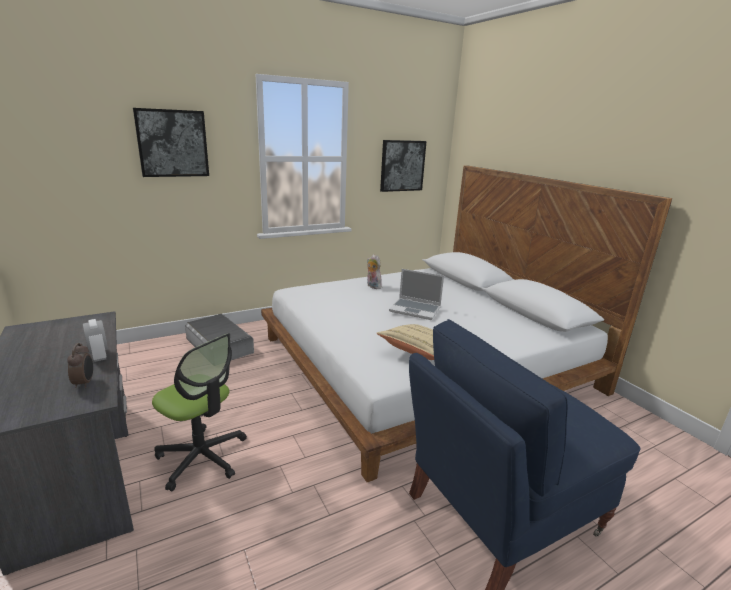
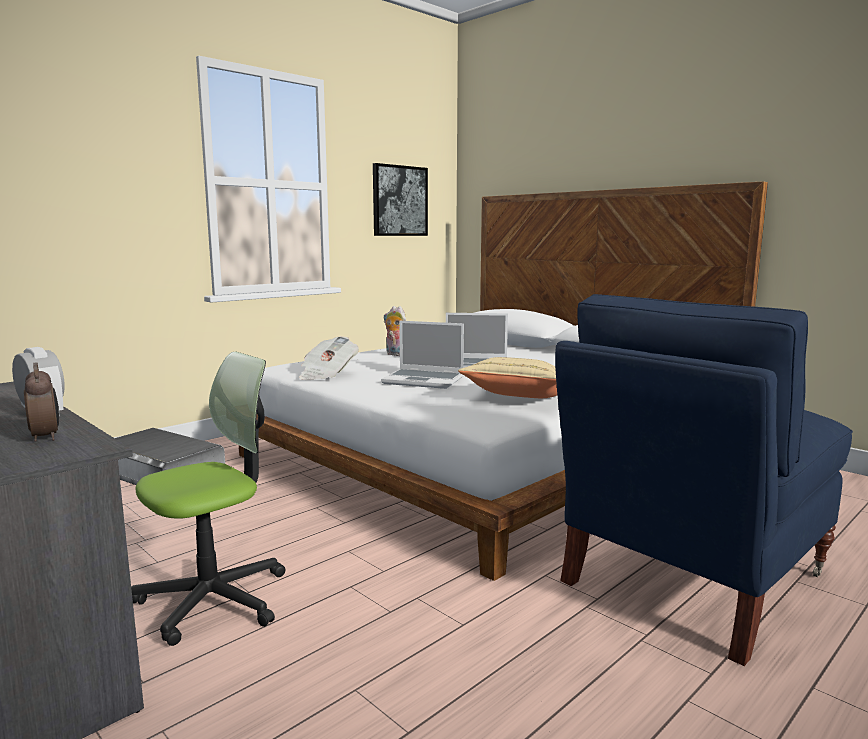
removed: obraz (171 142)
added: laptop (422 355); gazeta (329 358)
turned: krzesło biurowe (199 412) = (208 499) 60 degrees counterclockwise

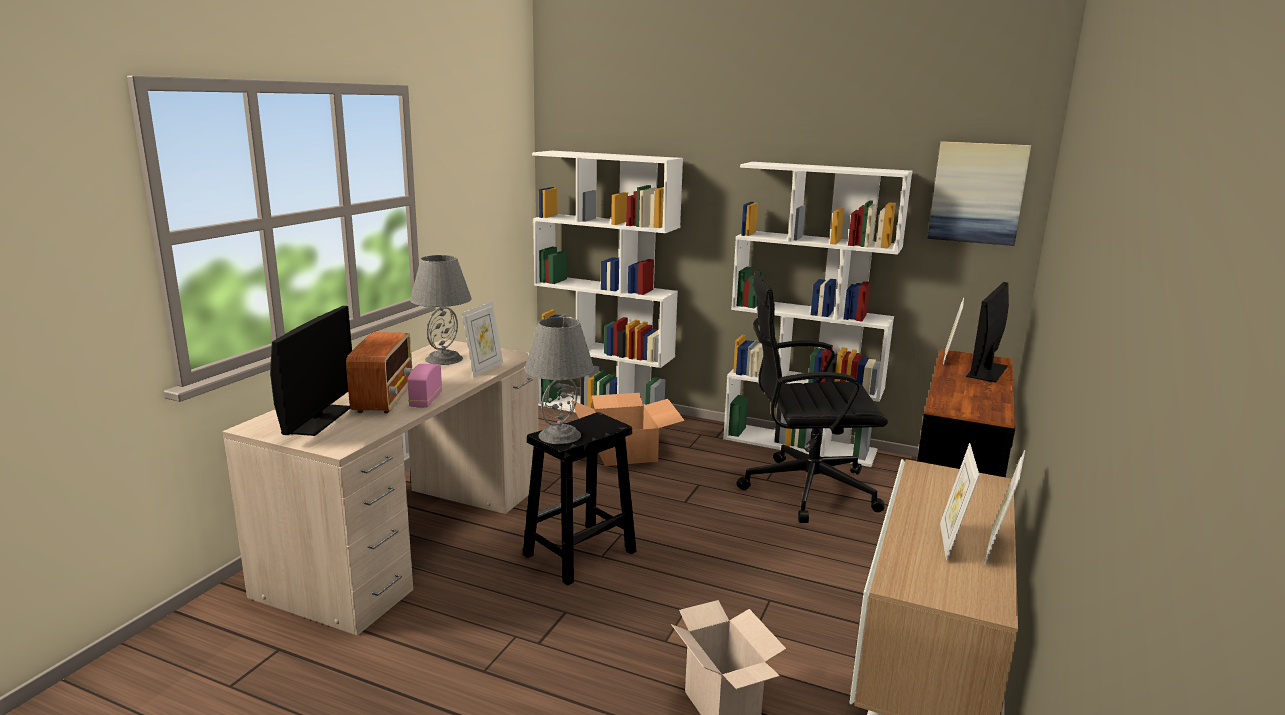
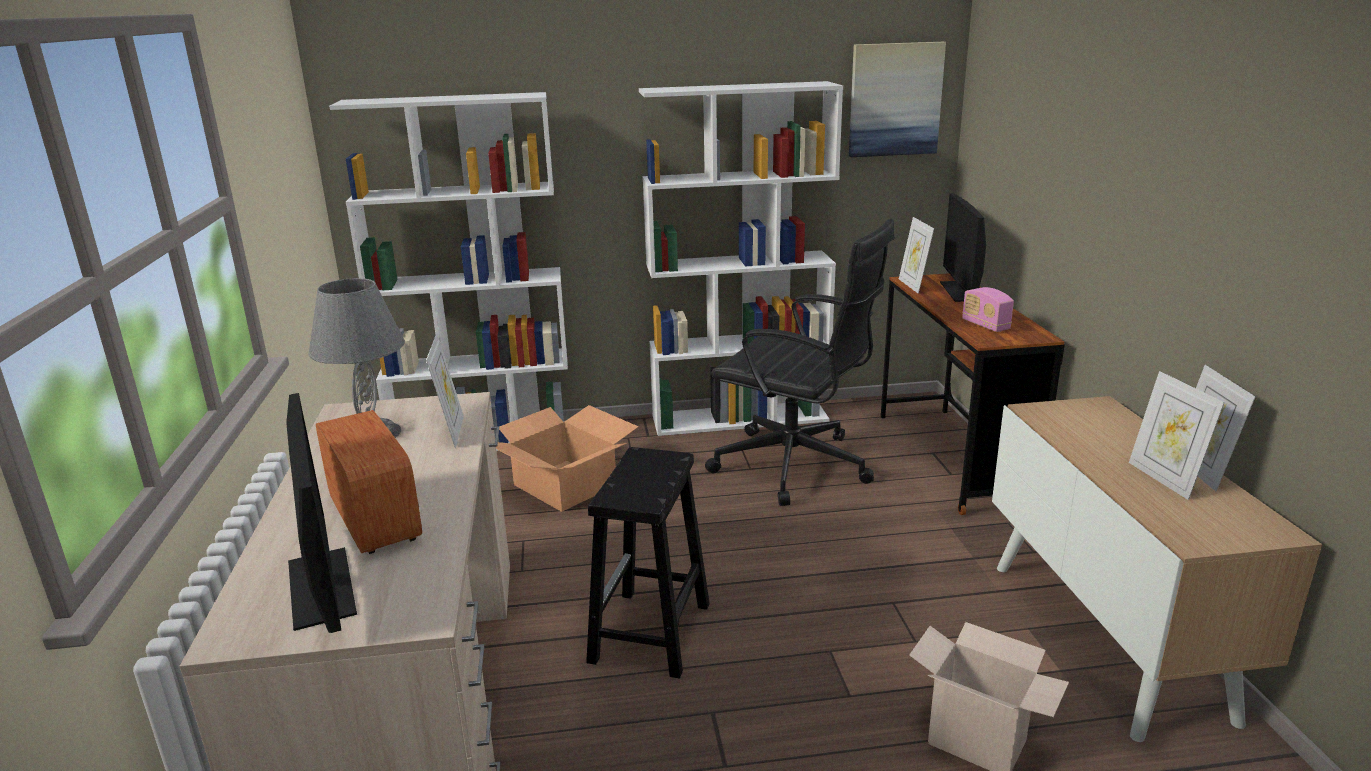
removed: lampa stołowa (szary) (559 380)
moved: radio (424 386) to (988 309)
turned: krzesło biurowe (czarny) (812 396) = (799 362) 120 degrees counterclockwise

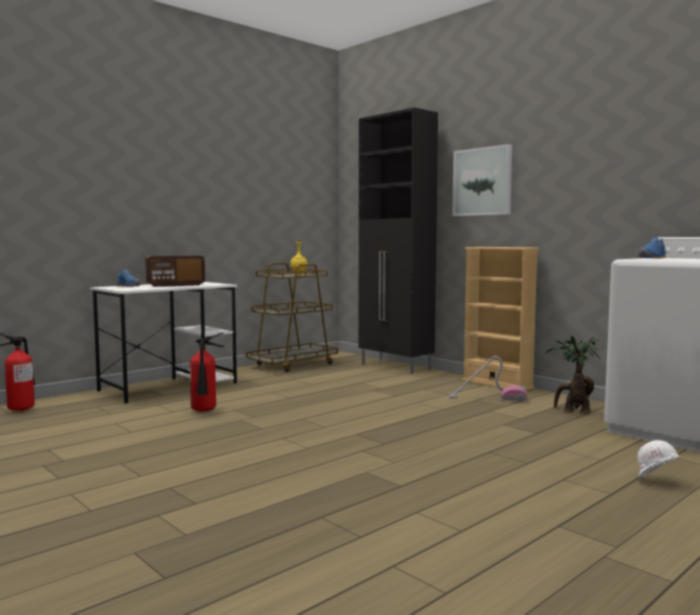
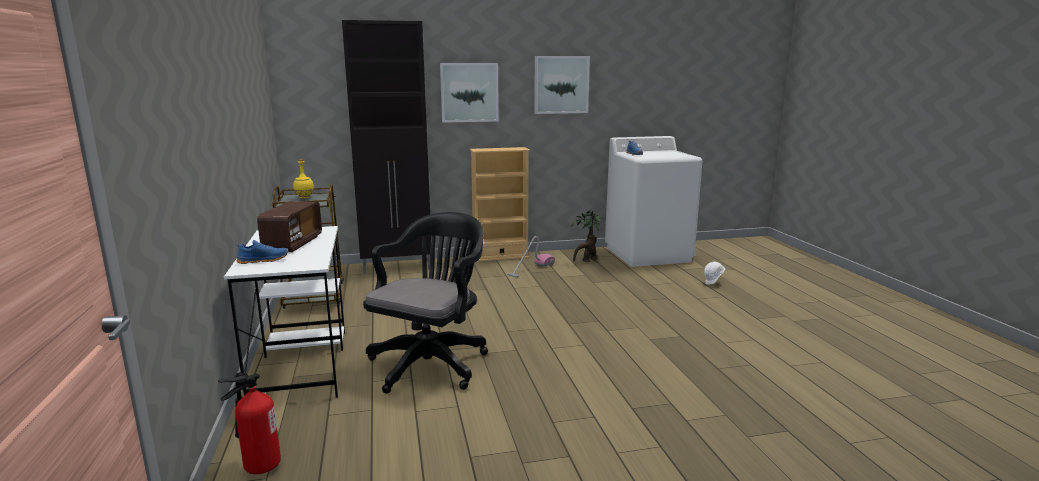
added: obraz (562 85)
replaced: gaśnica (207 372) to krzesło biurowe (czarny) (425 303)

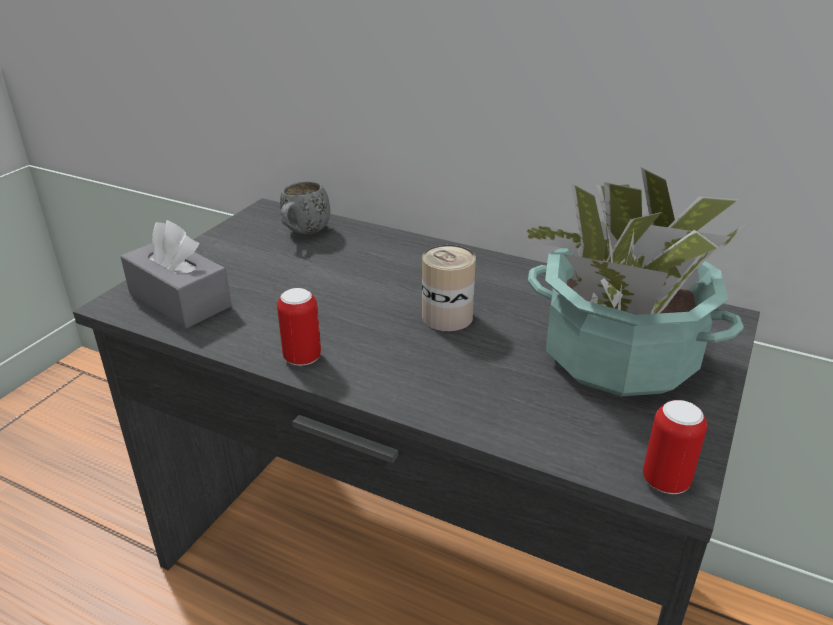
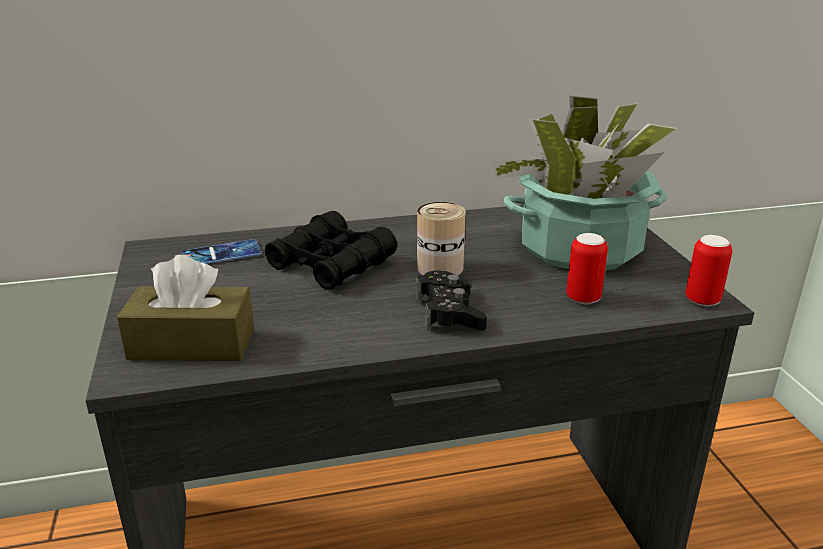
added: lornetka (czarny) (331 250); pad do gier (czarny) (451 300)
moved: puszka (299 327) to (587 268)
replaced: kubek (szary) (305 207) to telefon (221 251)
recoloured: pudełko chusteczek (szary) (176 274) to pudełko chusteczek (brązowy) (185 308)

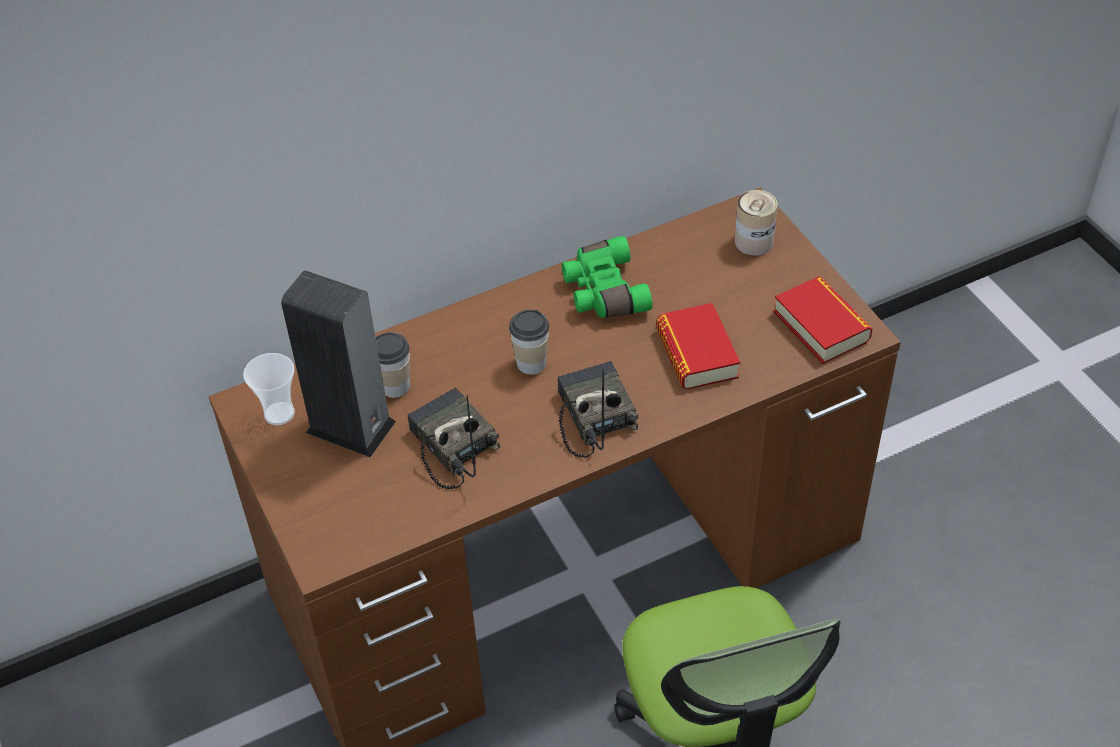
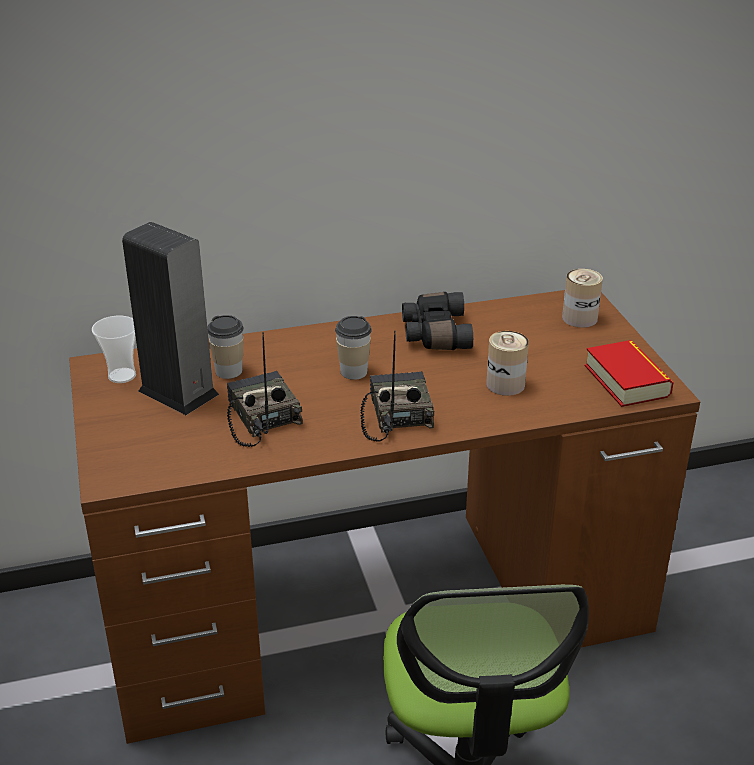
replaced: książka (698 346) to puszka (507 363)
recoloured: lornetka (zielony) (607 277) to lornetka (czarny) (437 321)

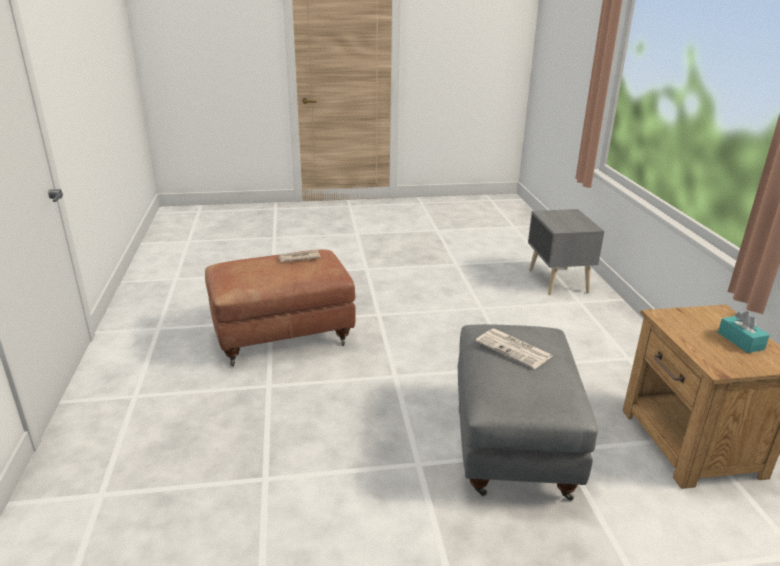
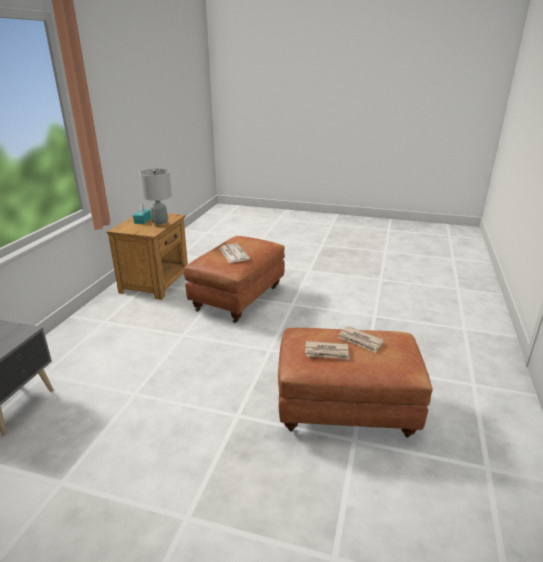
added: lampa stołowa (szary) (155 198); gazeta (361 339)
recoloured: pufa (szary) (528 412) to pufa (brązowy) (234 279)

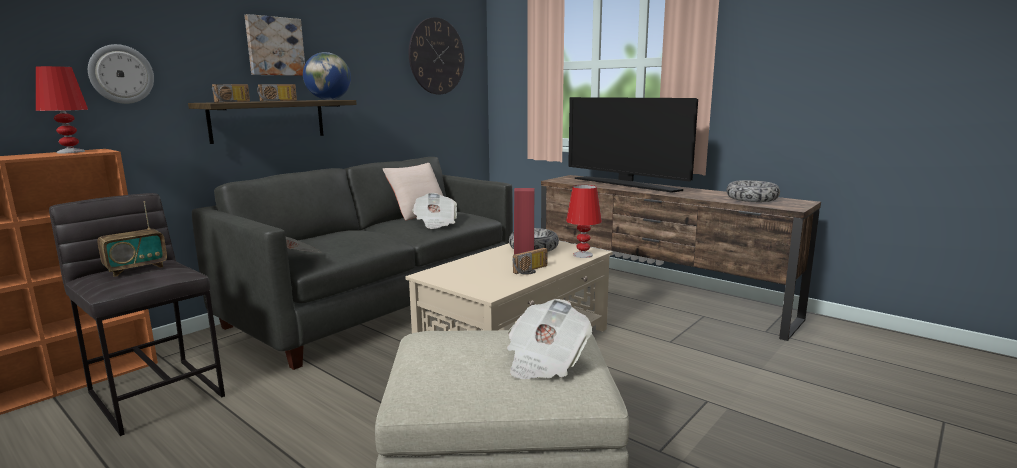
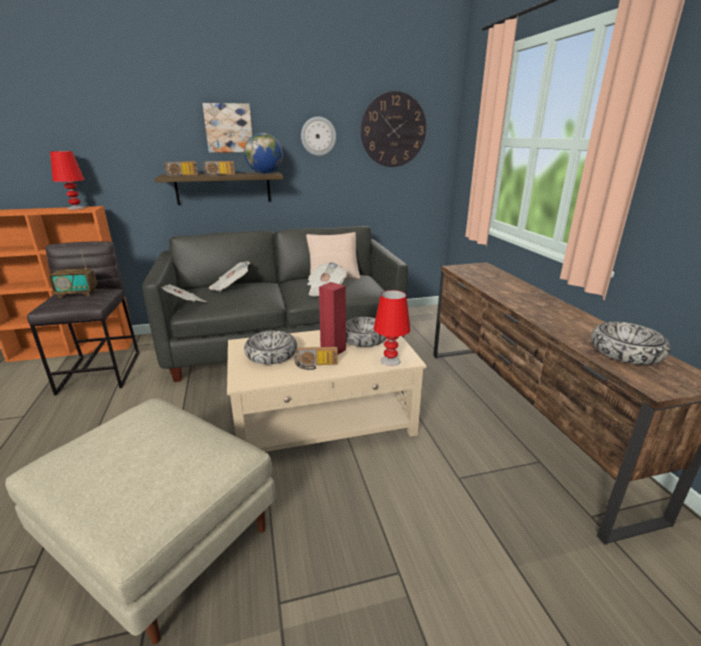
removed: telewizor (633 145)
added: miska (270 347)
moved: zegar ścienny (121 74) to (318 136); gazeta (549 339) to (229 276)

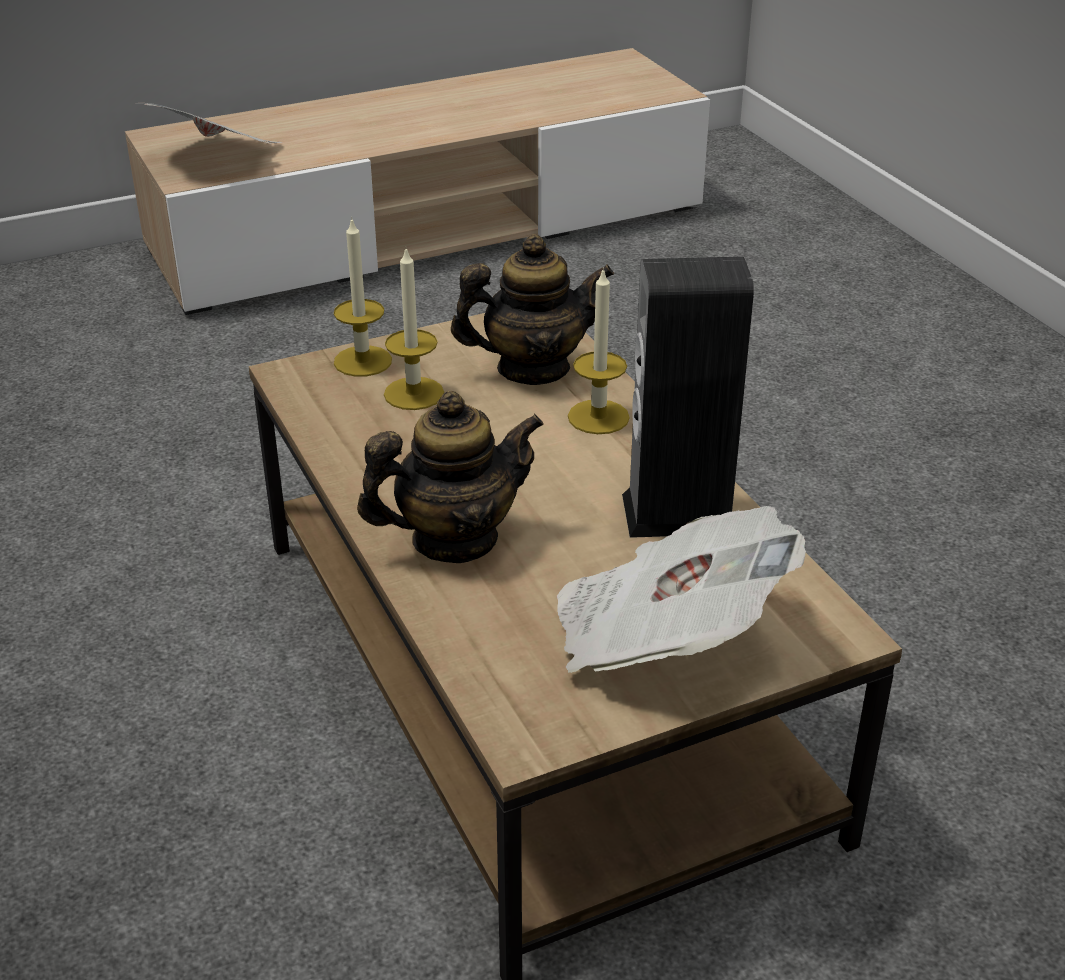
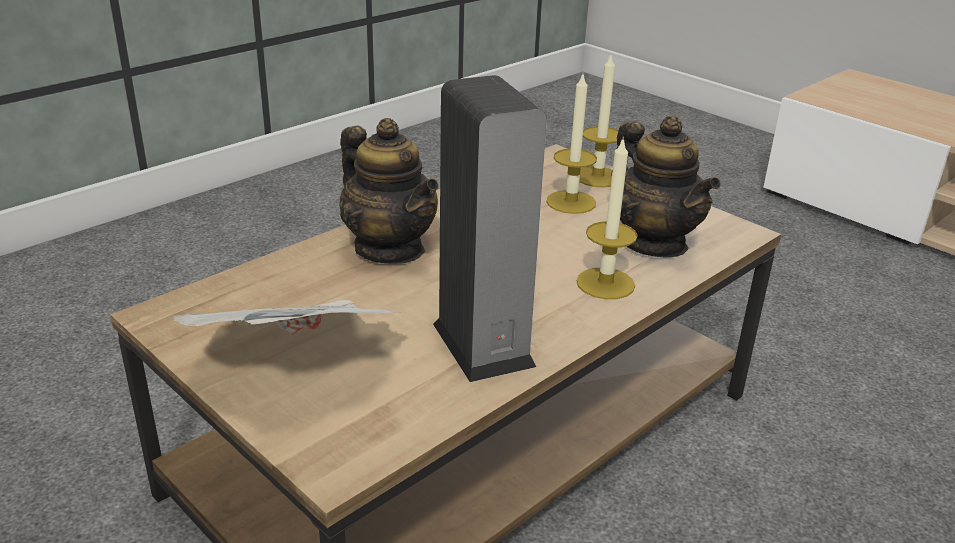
removed: gazeta (213 123)

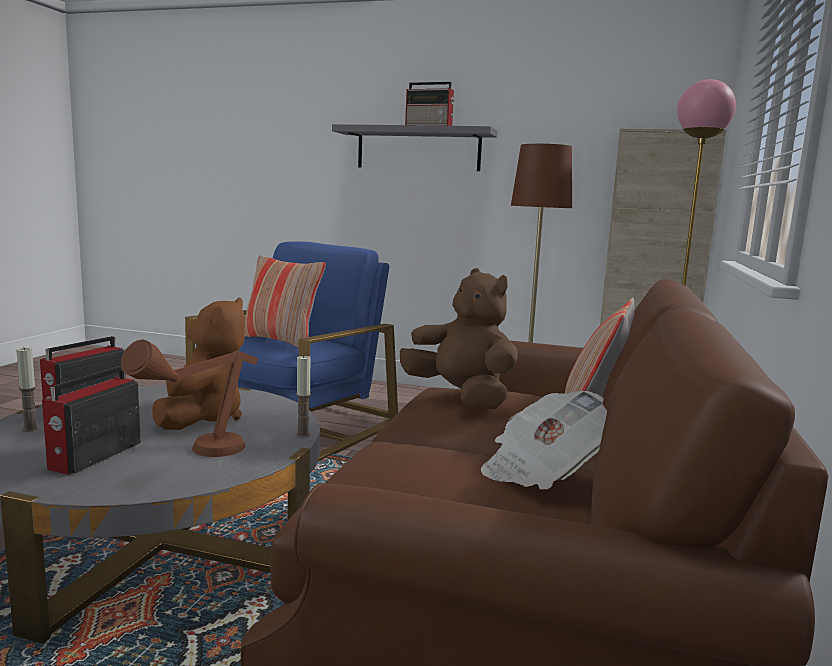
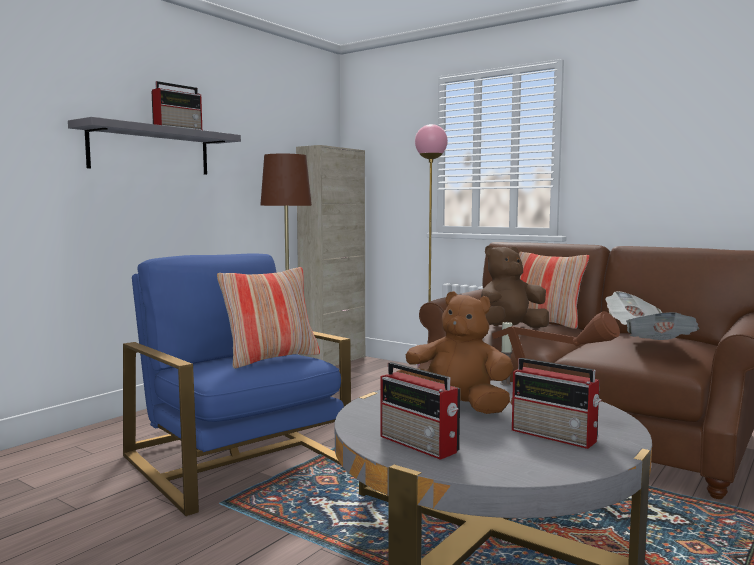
removed: świeca (27 390)
added: gazeta (662 326)

